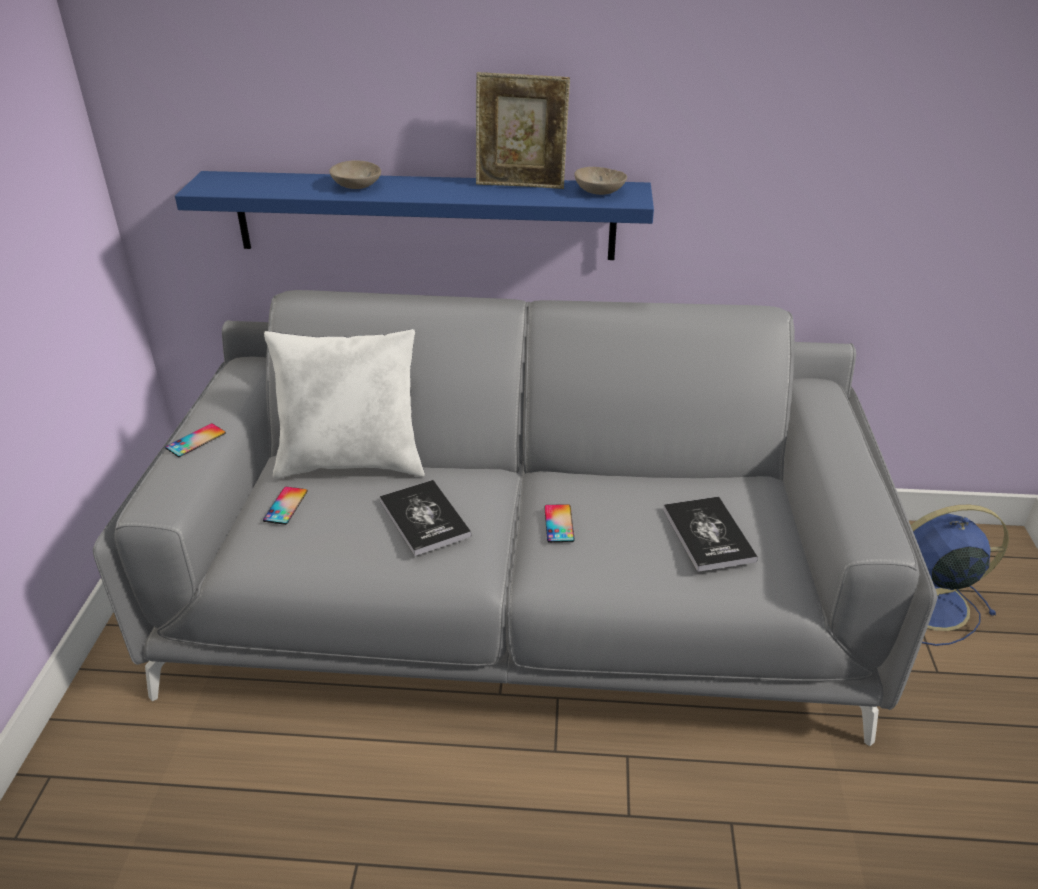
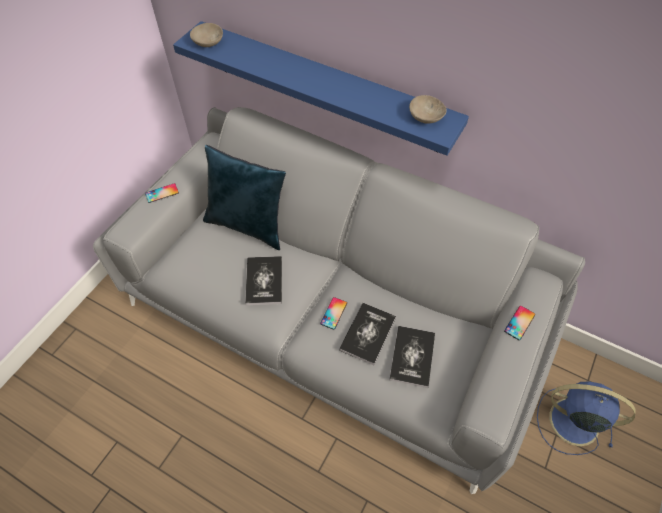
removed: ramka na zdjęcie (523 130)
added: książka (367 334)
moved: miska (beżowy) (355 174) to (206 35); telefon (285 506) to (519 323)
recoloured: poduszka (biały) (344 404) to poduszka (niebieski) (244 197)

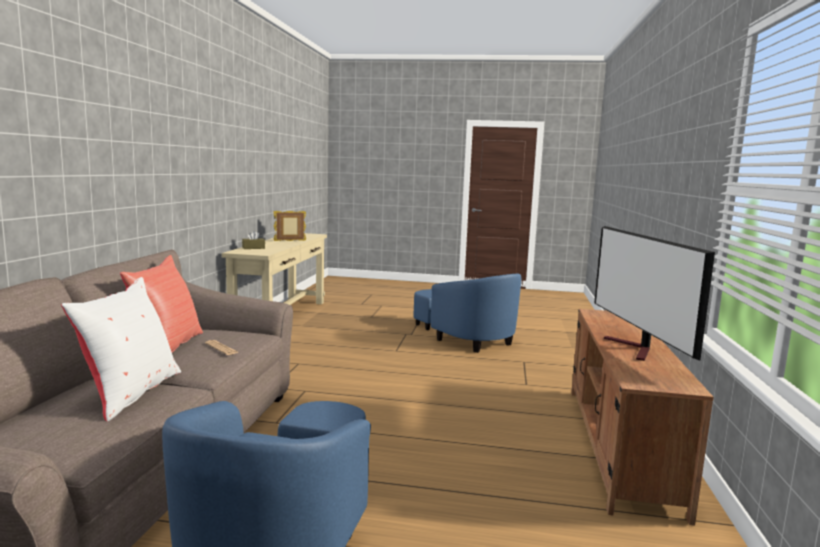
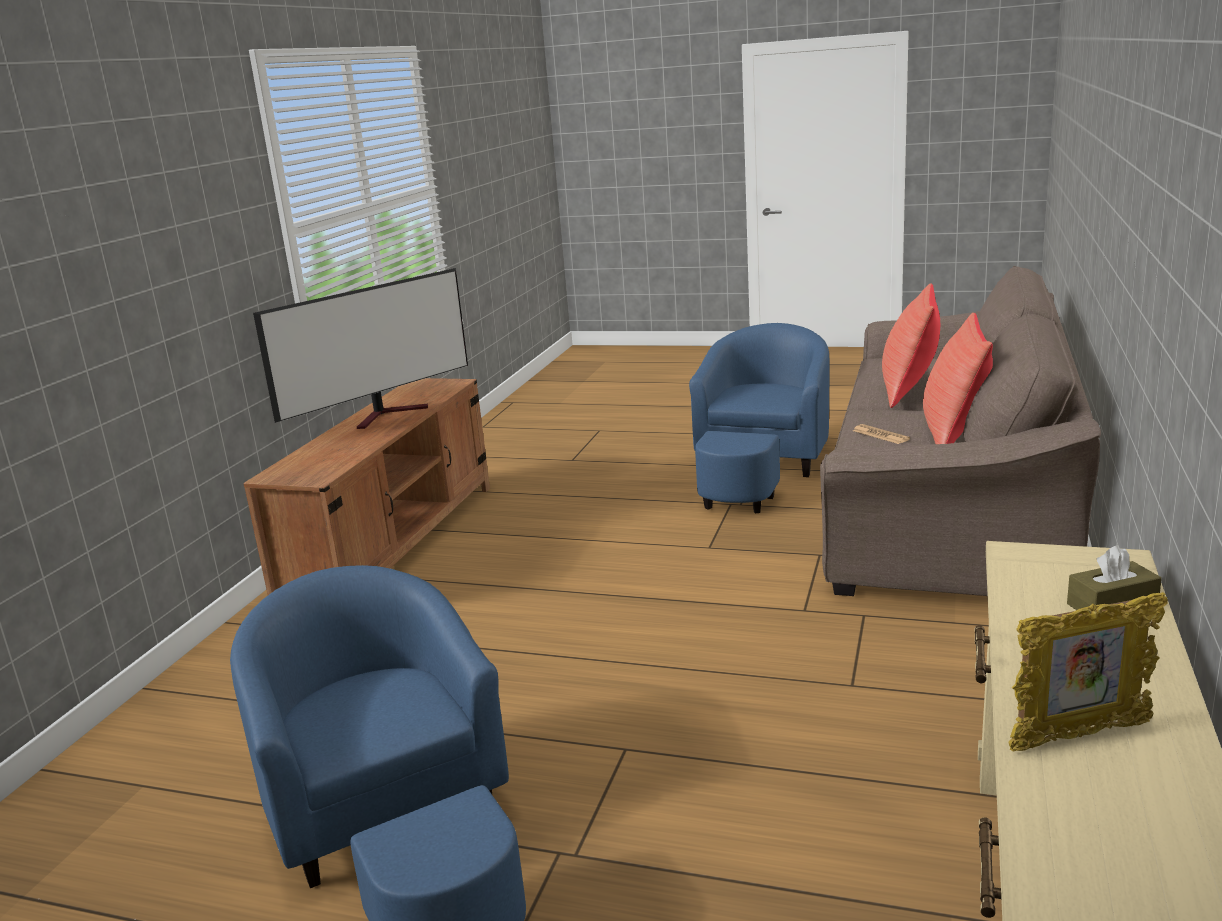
recoloured: poduszka (biały) (121 349) to poduszka (czerwony) (911 345)
turned: telewizor (654 293) = (360 348) 45 degrees clockwise

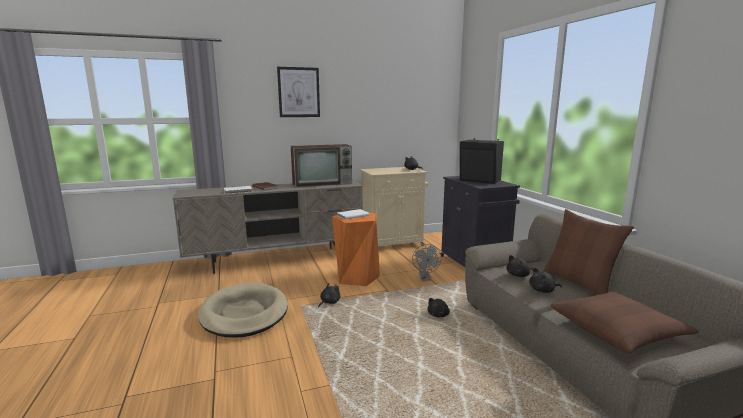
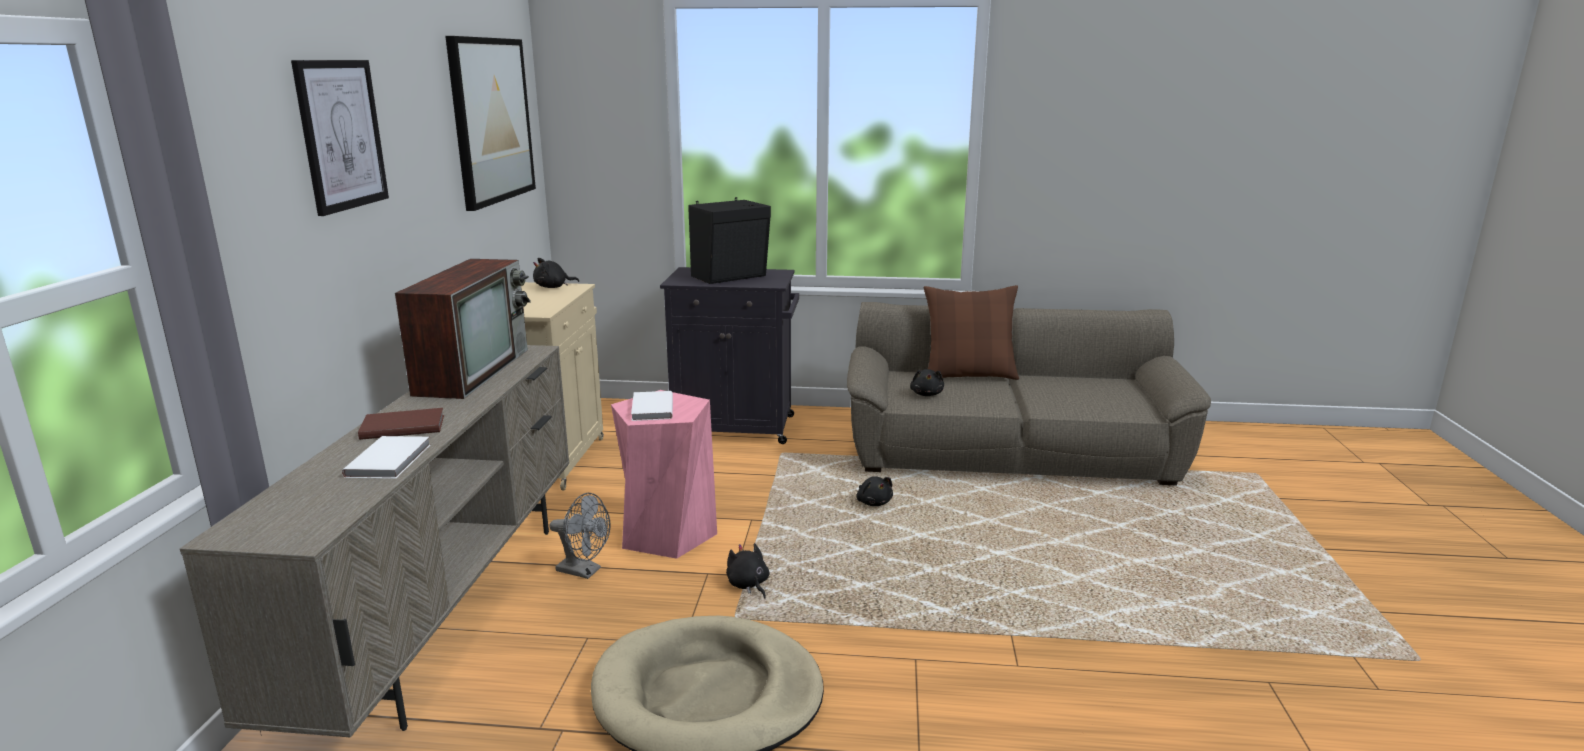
removed: pluszak (czarny) (545 280); poduszka (brązowy) (625 322)
added: obraz (490 123)
moved: wentylator (szary) (426 262) to (579 536)
recoloured: stołek (pomarańczowy) (356 249) to stołek (różowy) (664 474)

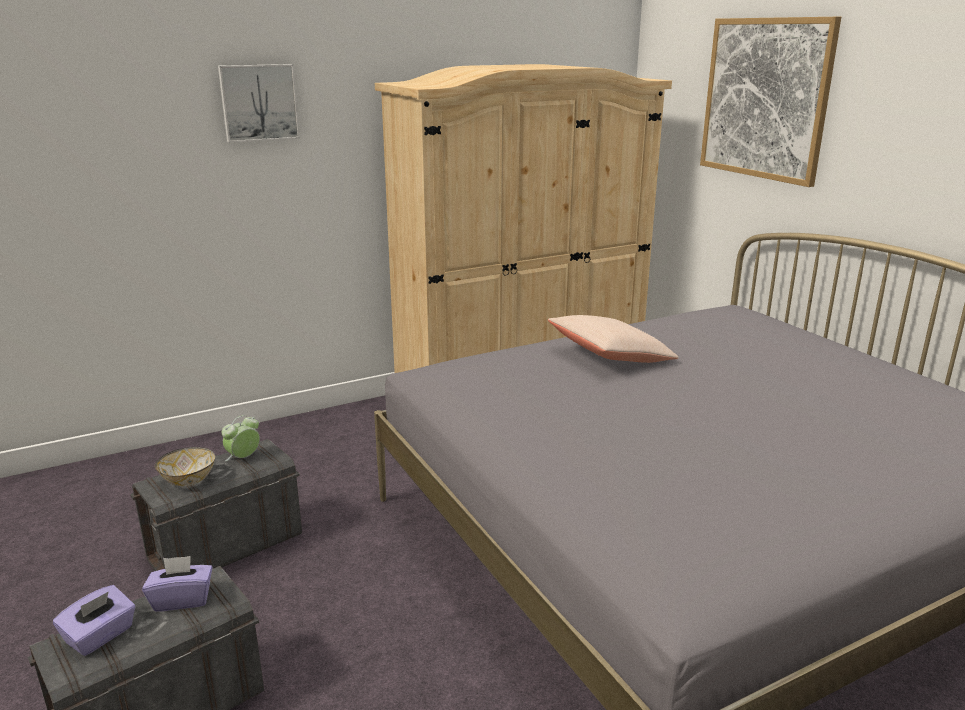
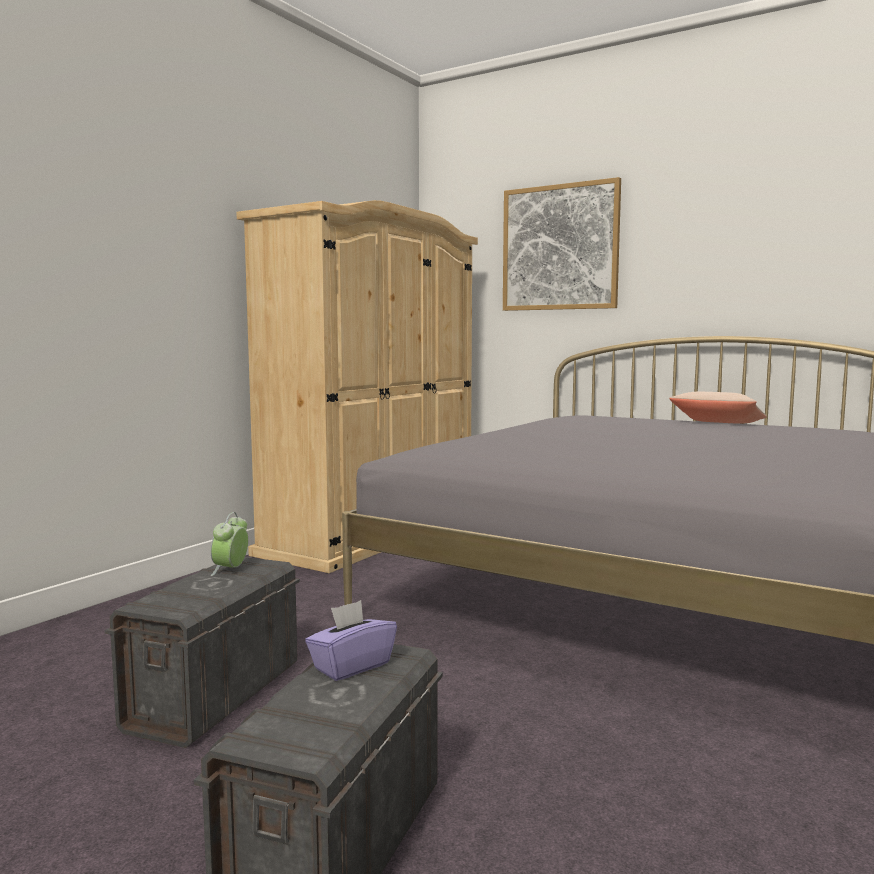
removed: obraz (259 103); miska (185 466); pudełko chusteczek (fioletowy) (94 620)
moved: poduszka (beżowy) (613 339) to (718 408)

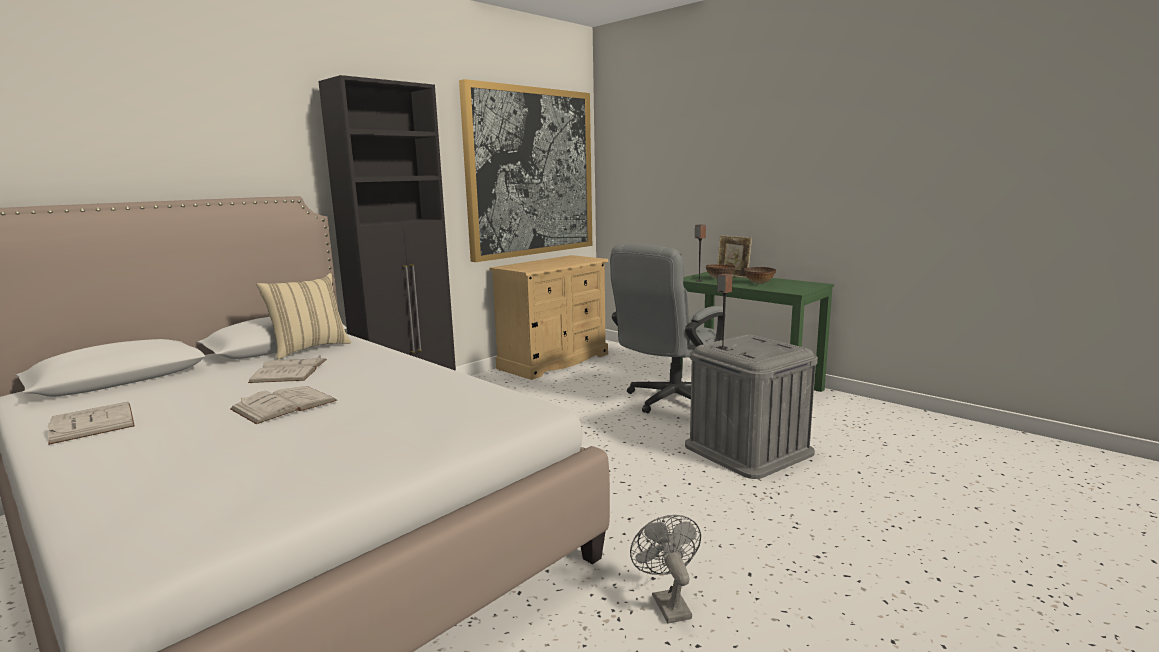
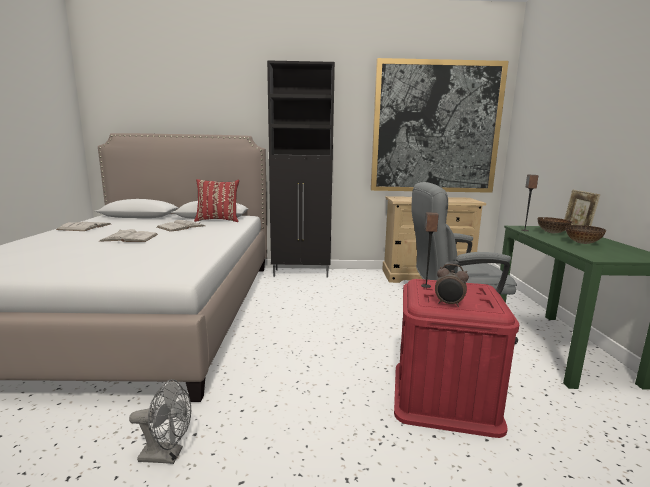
added: budzik (452 285)
recoloured: poduszka (beżowy) (304 316) to poduszka (czerwony) (216 200); pojemnik do przechowywania (szary) (751 406) to pojemnik do przechowywania (czerwony) (456 358)
turned: wentylator (szary) (665 569) = (160 421) 60 degrees clockwise

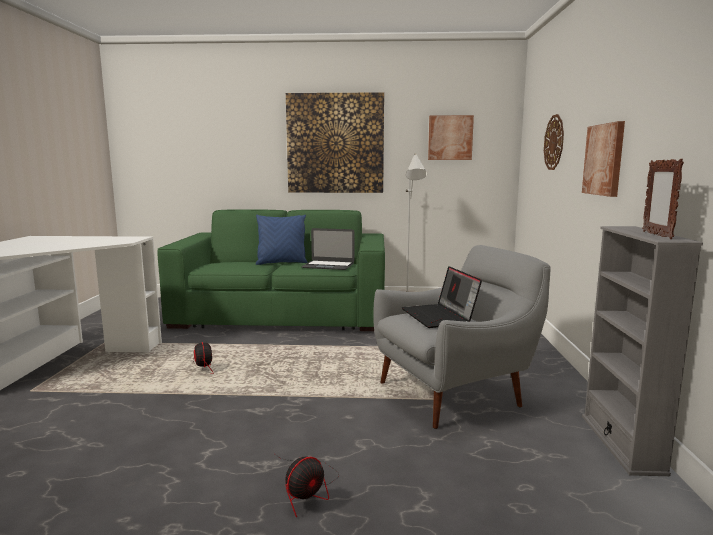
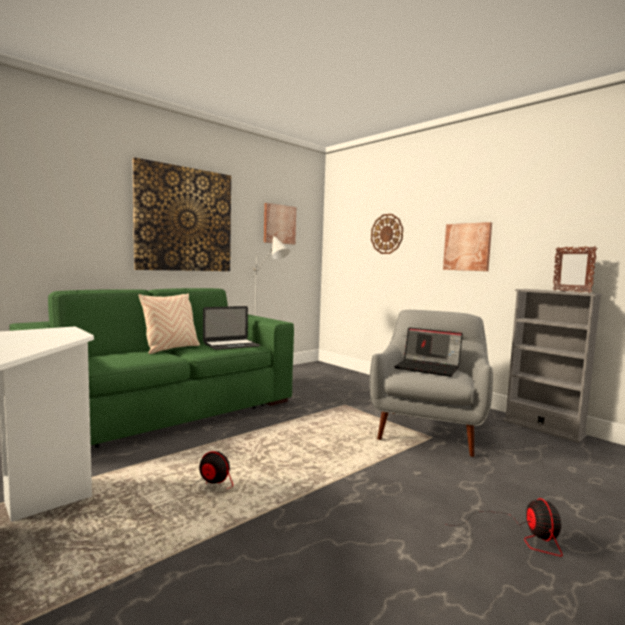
recoloured: poduszka (niebieski) (281 240) to poduszka (beżowy) (169 323)

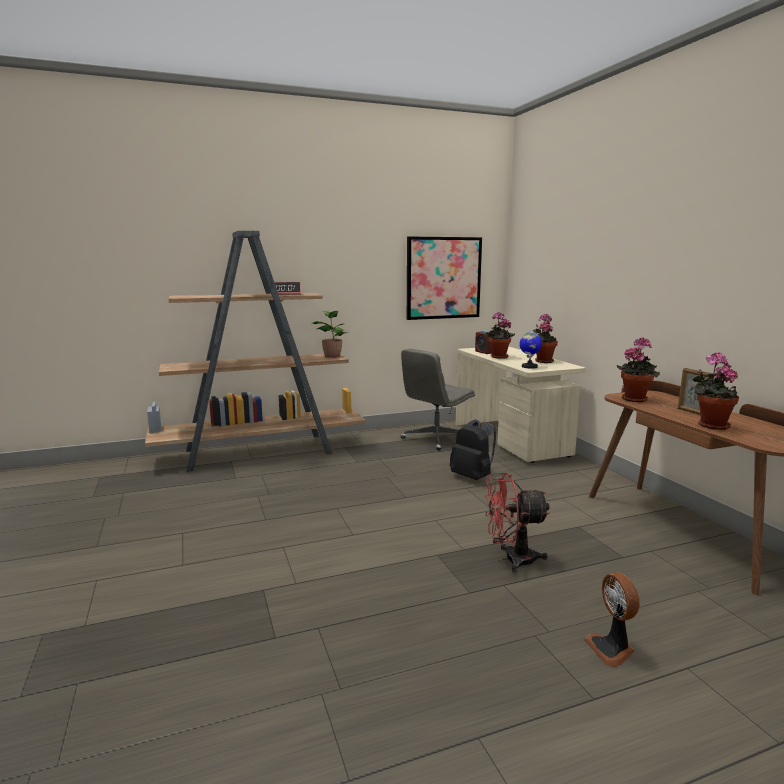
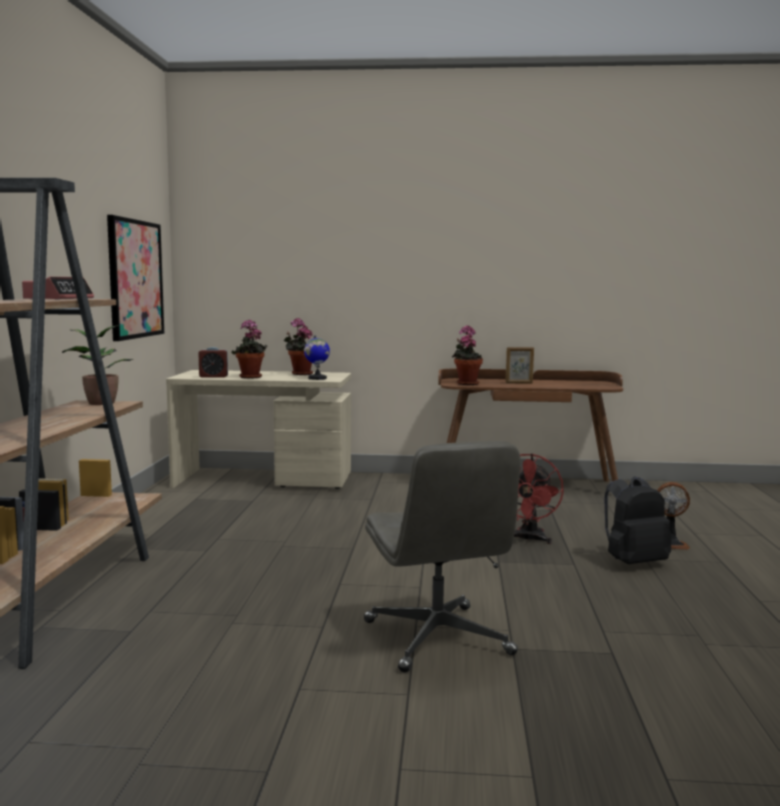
removed: roślina doniczkowa (716 391)
moved: krzesło biurowe (szary) (437 399) to (442 557); plecak (czarny) (473 449) to (638 520)

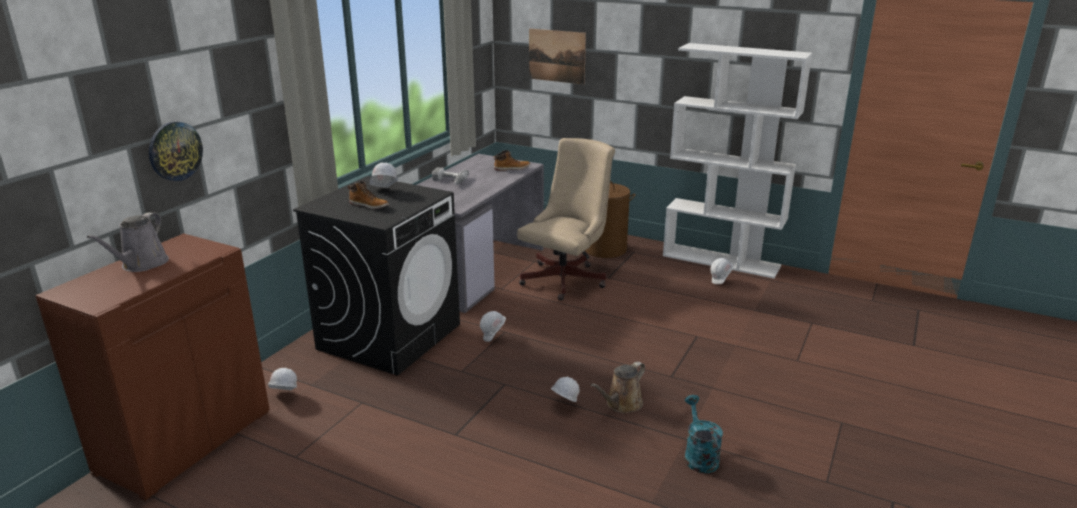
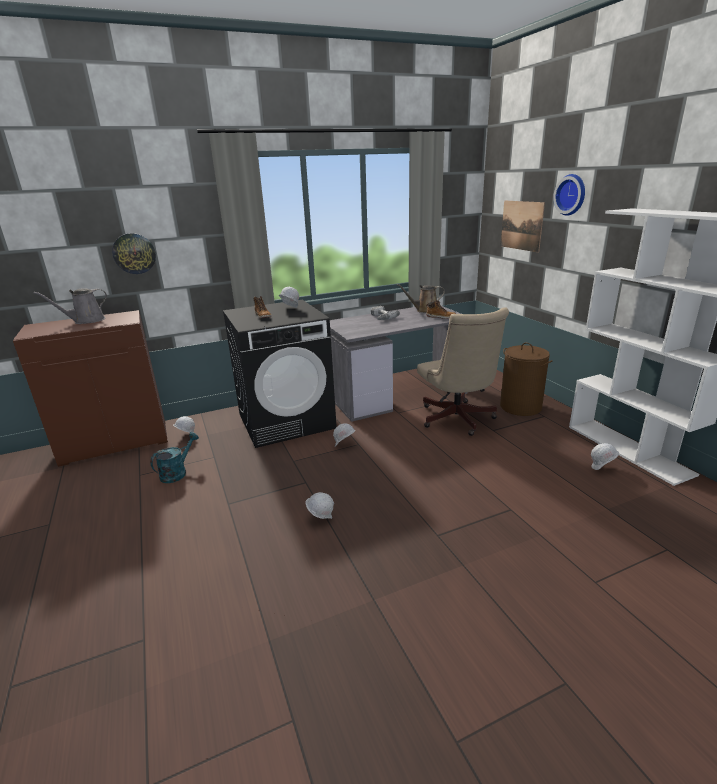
added: zegar ścienny (569 195)
moved: konewka (brązowy) (618 387) to (421 298); konewka (turkusowy) (704 434) to (174 457)
turned: krzesło biurowe (beżowy) (566 219) = (463 371) 90 degrees clockwise

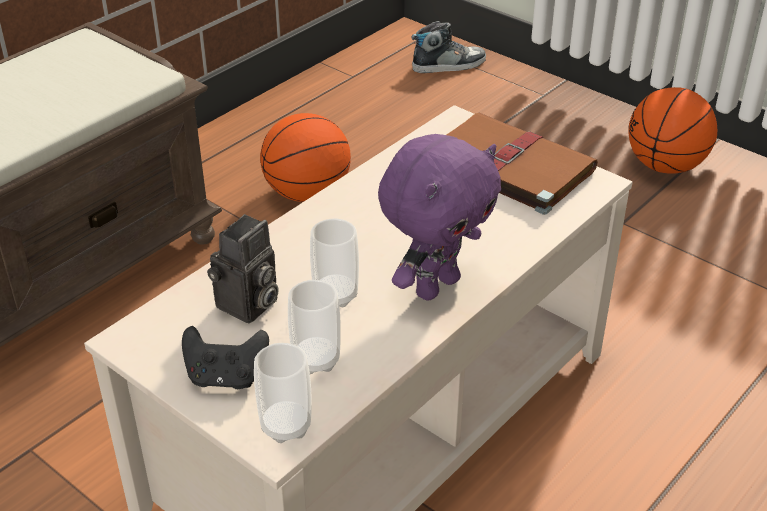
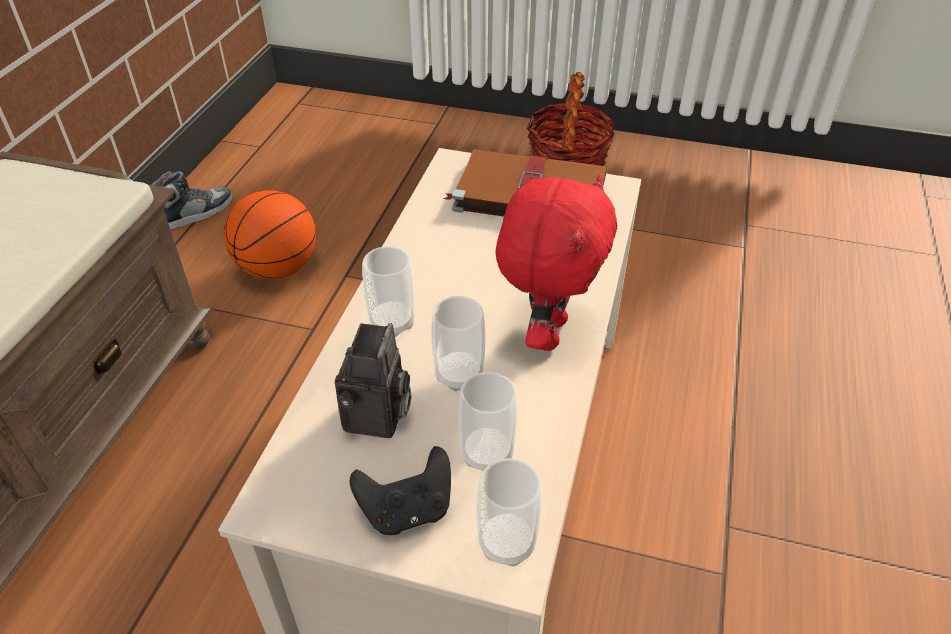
added: filiżanka (388 291)
moved: but (448 47) to (192 200)
replaced: piłka do koszykówki (672 130) to koszyk (571 119)
recoloured: pluszak (fioletowy) (439 217) to pluszak (czerwony) (556 262)

